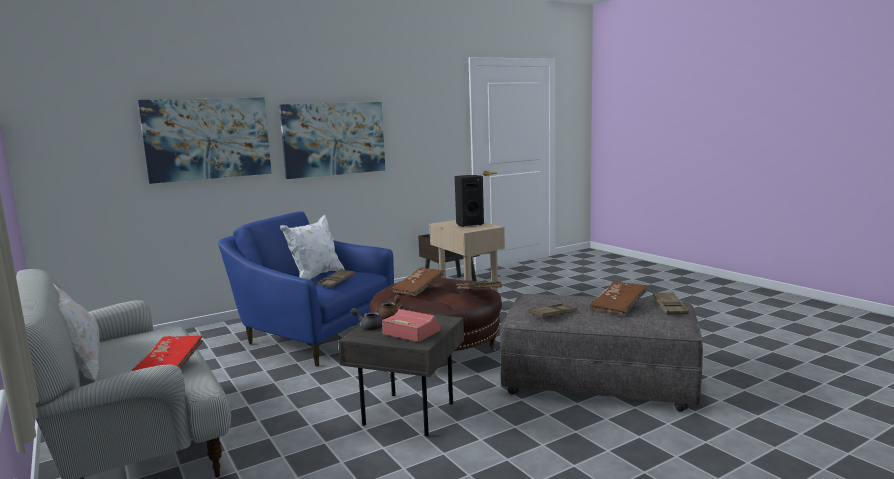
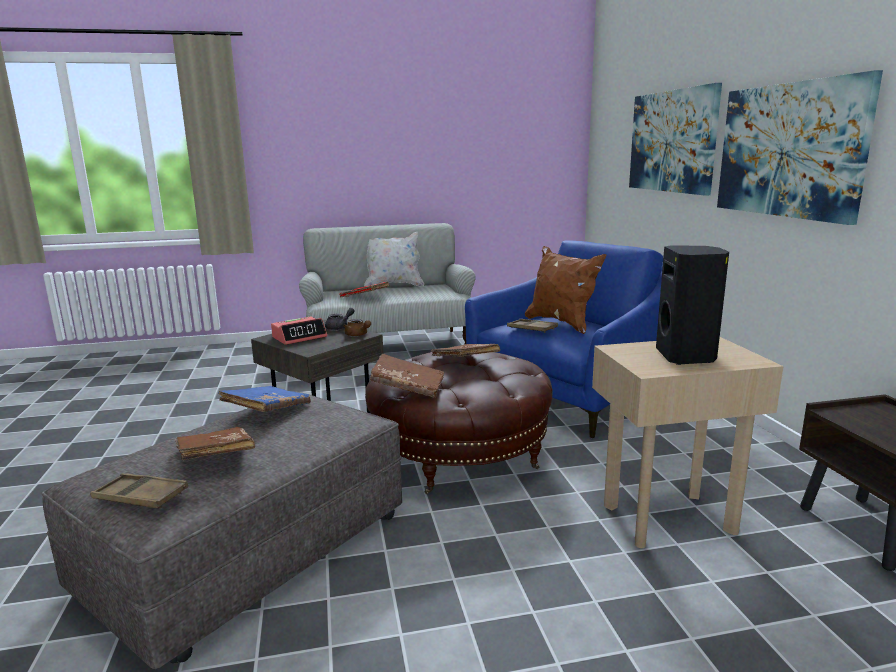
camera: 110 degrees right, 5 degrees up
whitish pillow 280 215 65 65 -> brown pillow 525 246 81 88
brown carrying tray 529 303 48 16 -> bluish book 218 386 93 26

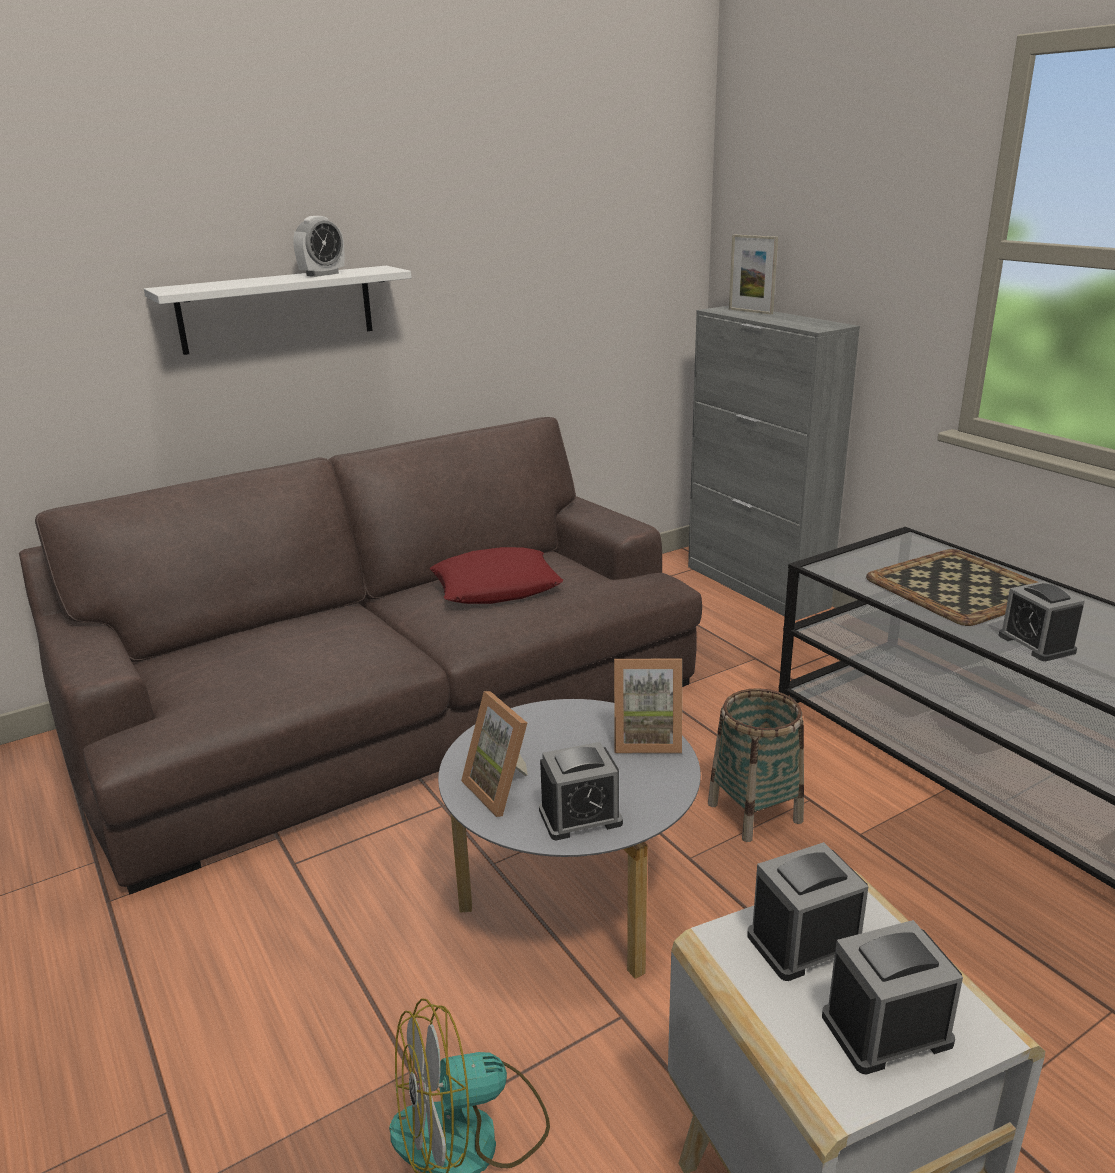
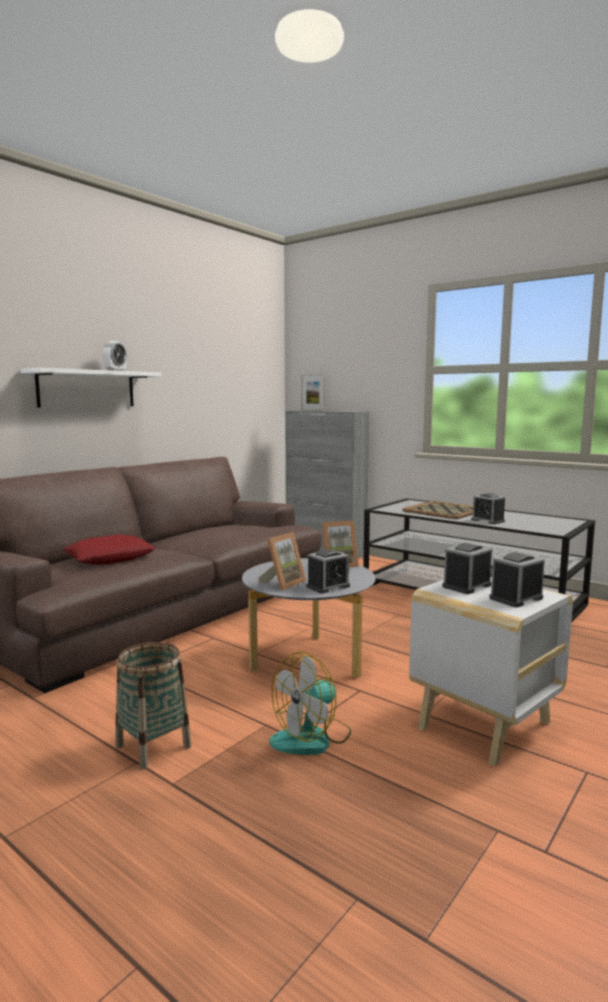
camera: 20 degrees left, 15 degrees down
red-coloured pillow 430 547 133 57 -> red-coloured pillow 63 534 93 31, moved
storage basket 708 688 96 154 -> storage basket 115 642 76 127, moved
photo frame 461 691 67 126 -> photo frame 259 532 47 59, 90 degrees counterclockwise

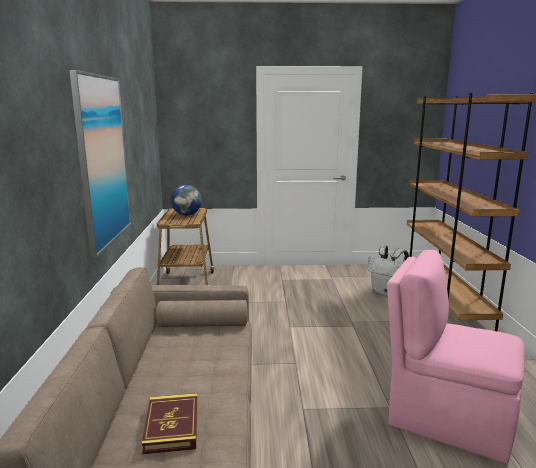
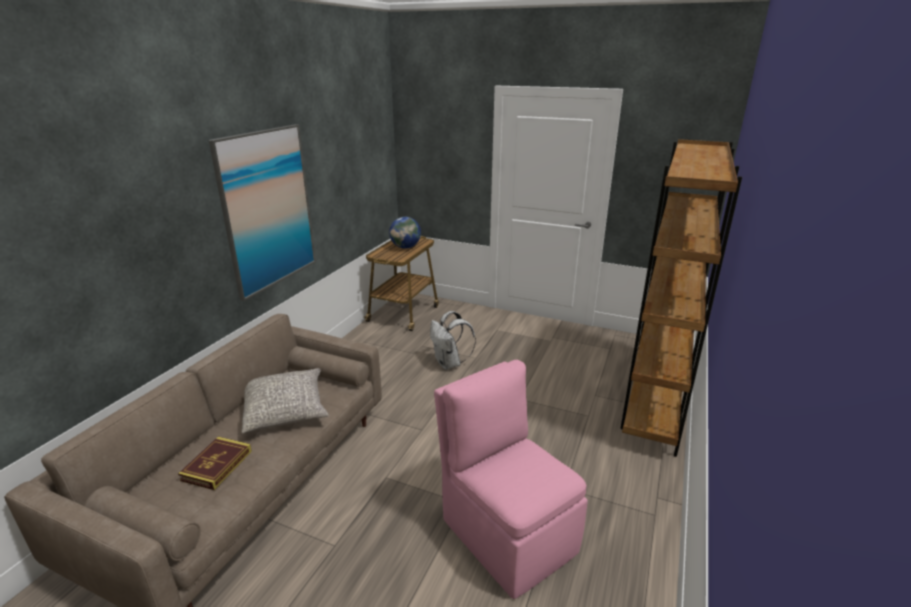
camera: 25 degrees right, 10 degrees up
whitish rucksack 367 245 42 51 -> whitish rucksack 430 311 46 59, moved
none -> grey pillow 241 368 88 65

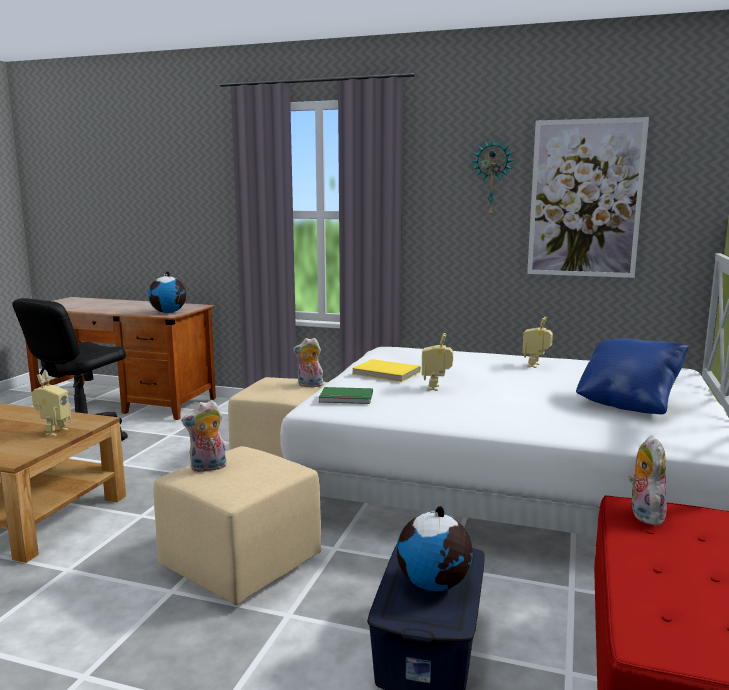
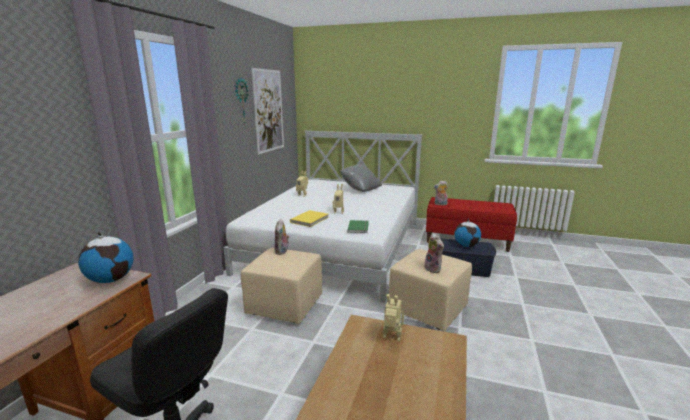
camera: 90 degrees left, 5 degrees up
bluish pillow 576 339 113 75 -> grey pillow 340 163 42 29

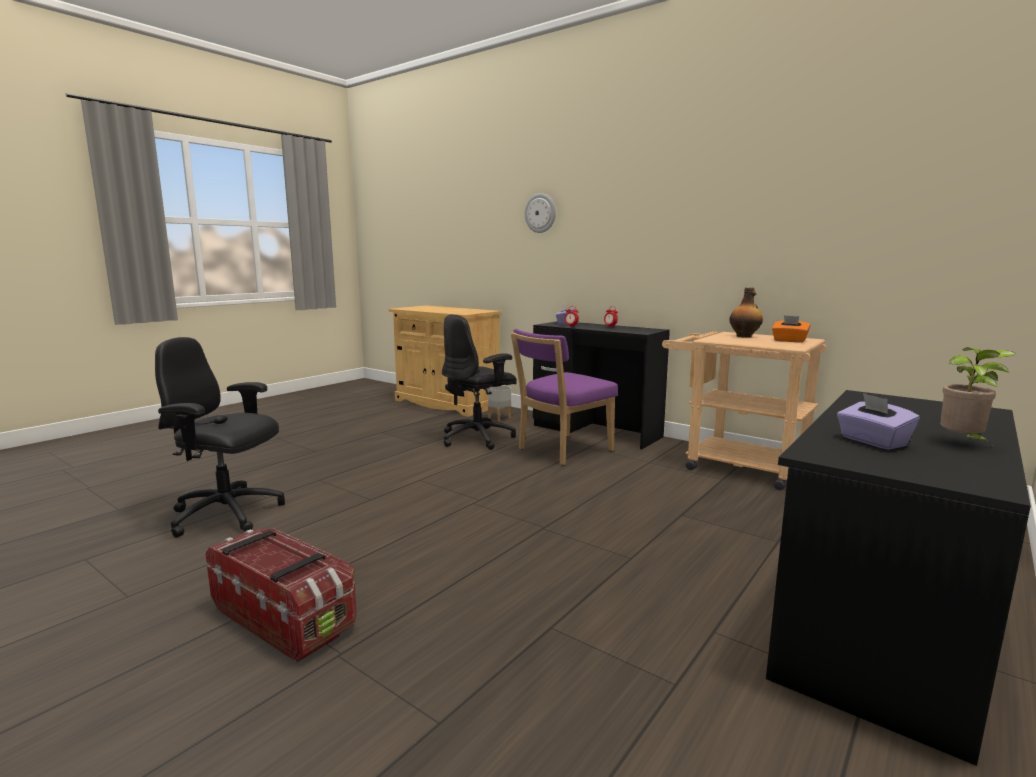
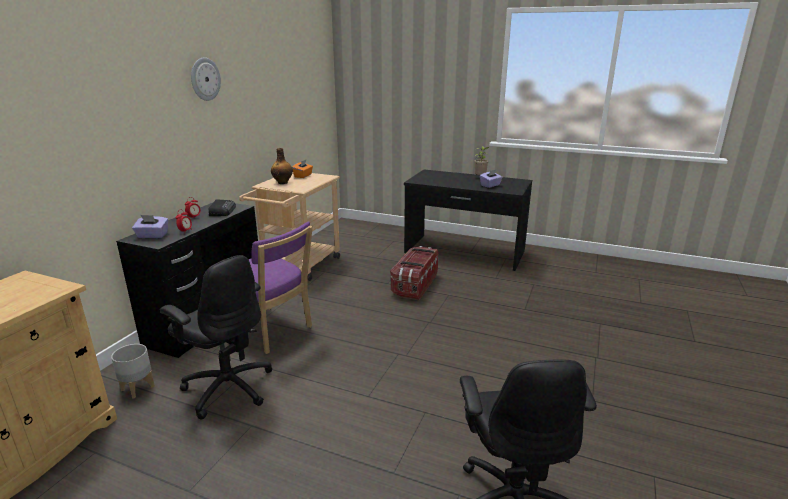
camera: 105 degrees left, 10 degrees up
hanging clock 525 193 31 40 -> hanging clock 191 57 30 44, moved
storage container 205 529 152 134 -> storage container 390 246 48 54, moved
none -> radio 208 199 28 17

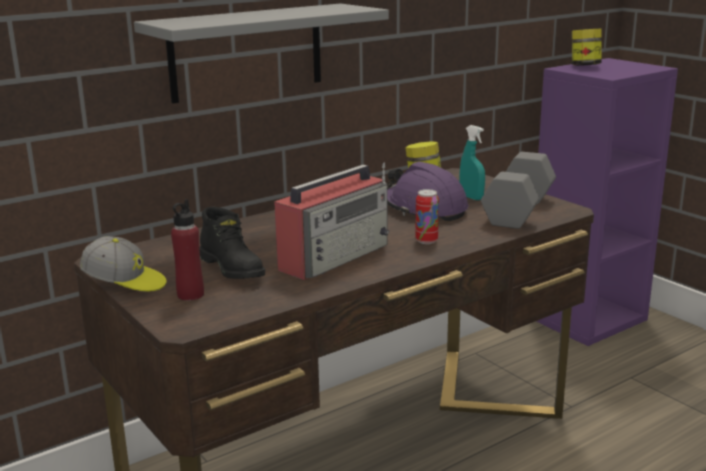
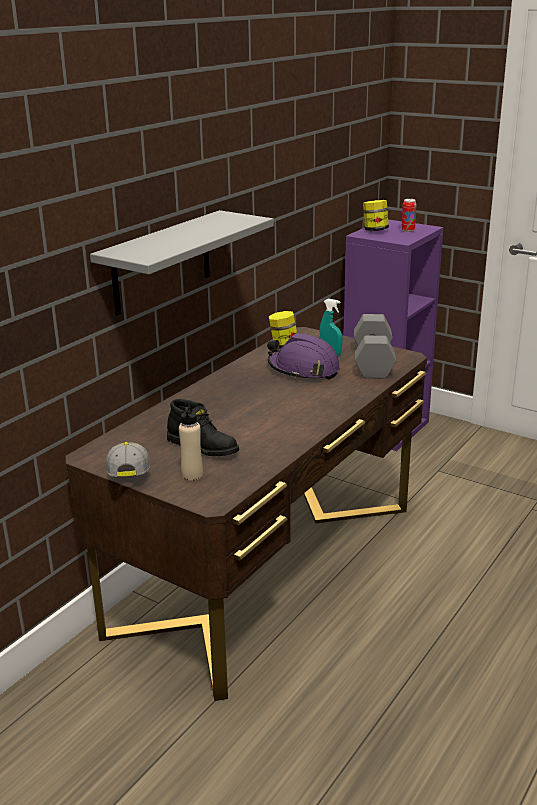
camera: 20 degrees left, 5 degrees up
radio 274 162 115 118 -> none
metal can 415 189 24 55 -> metal can 401 199 16 33, moved
red-coloured drink bottle 171 199 33 102 -> sand-coloured drink bottle 179 402 24 79
peaked cap 80 236 87 56 -> peaked cap 106 442 44 35, 90 degrees counterclockwise

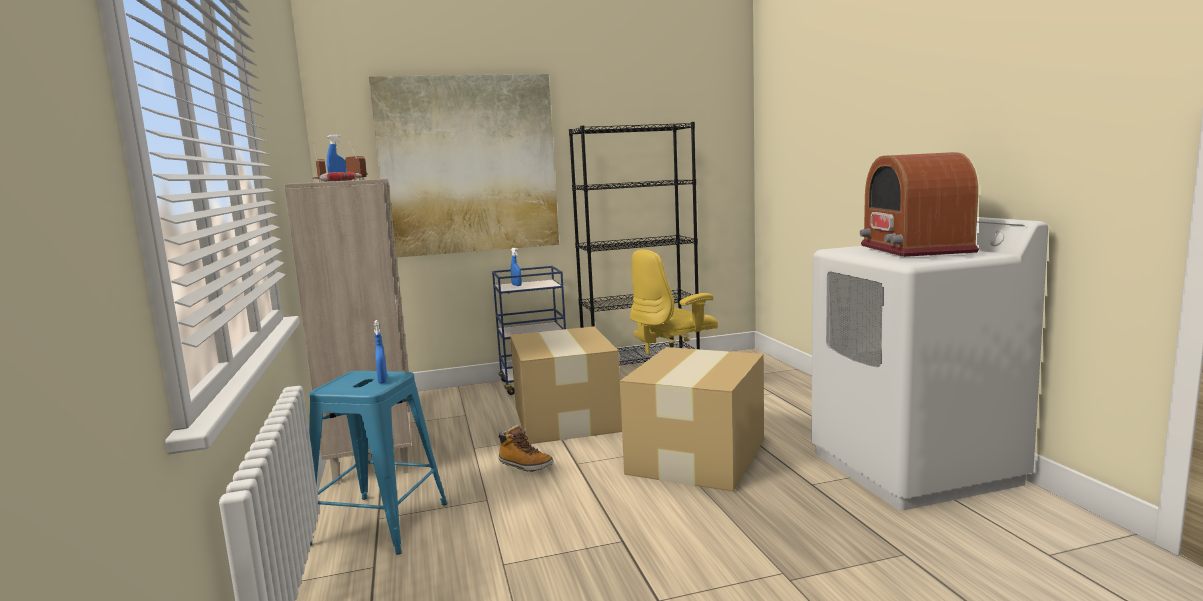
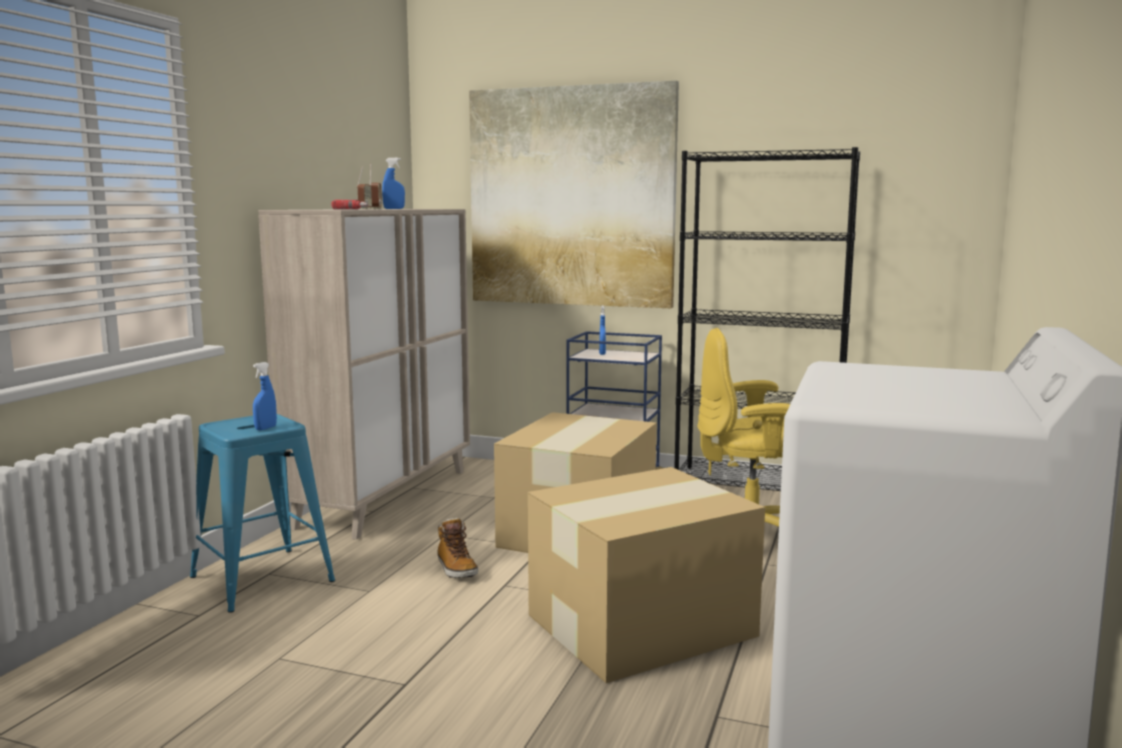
camera: 35 degrees right, 0 degrees up
radio 860 152 119 105 -> none

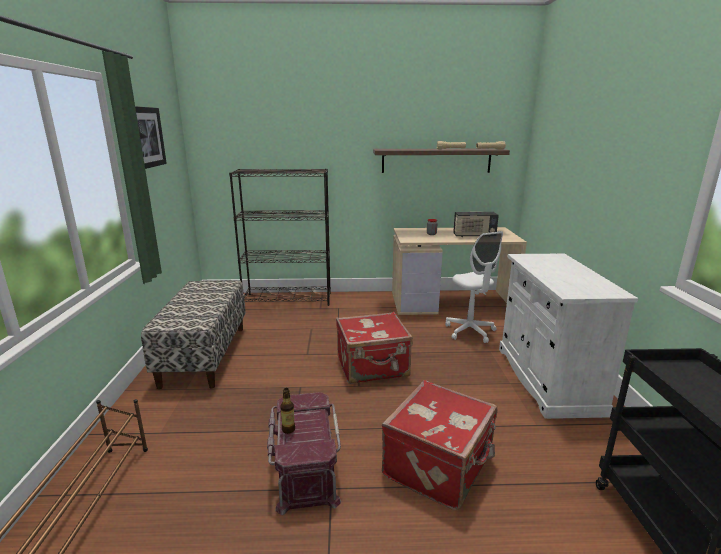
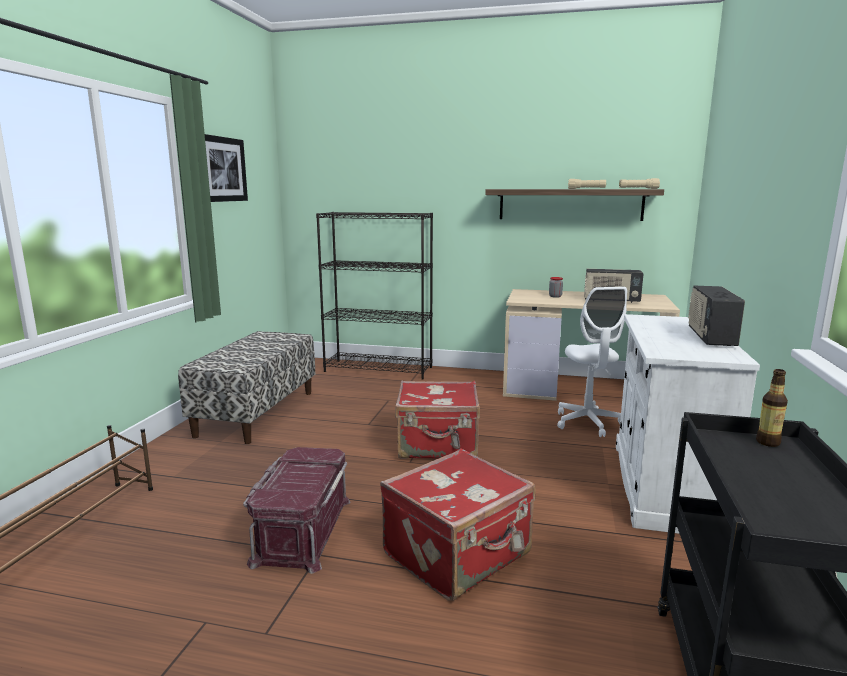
camera: 15 degrees right, 5 degrees down
drink bottle 280 388 15 46 -> drink bottle 756 369 32 78, moved
none -> radio 688 286 57 60

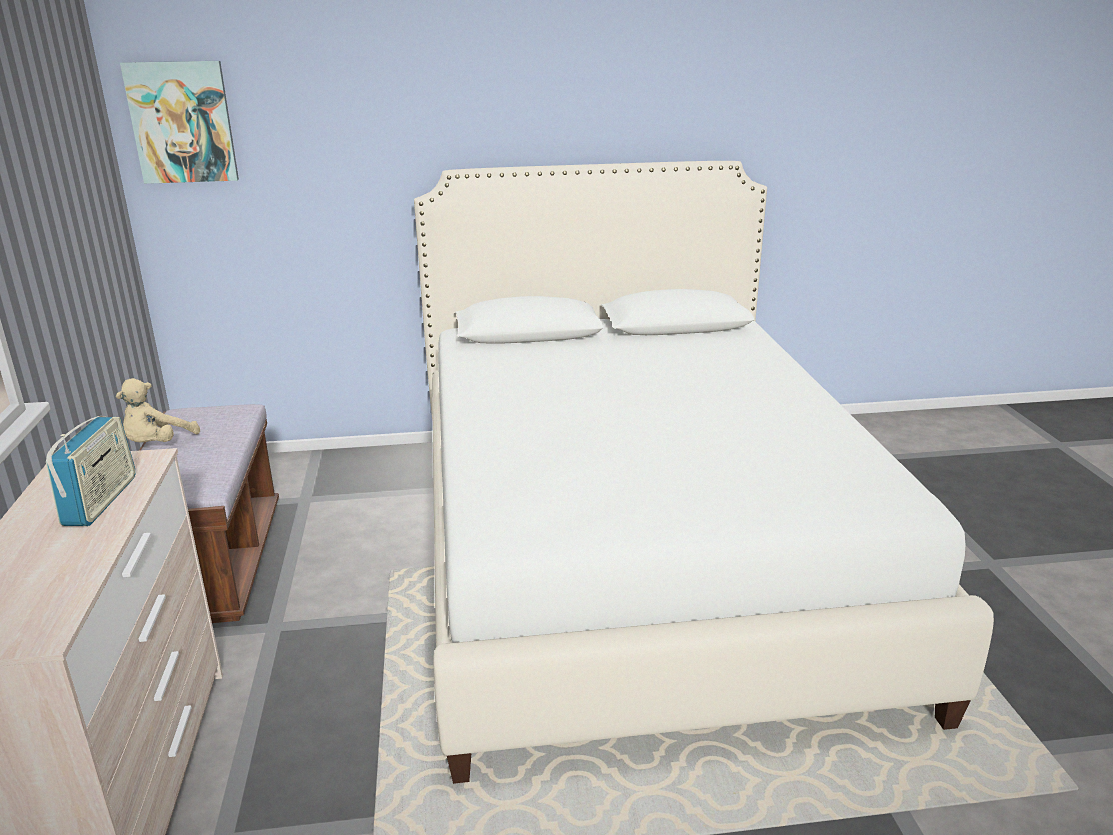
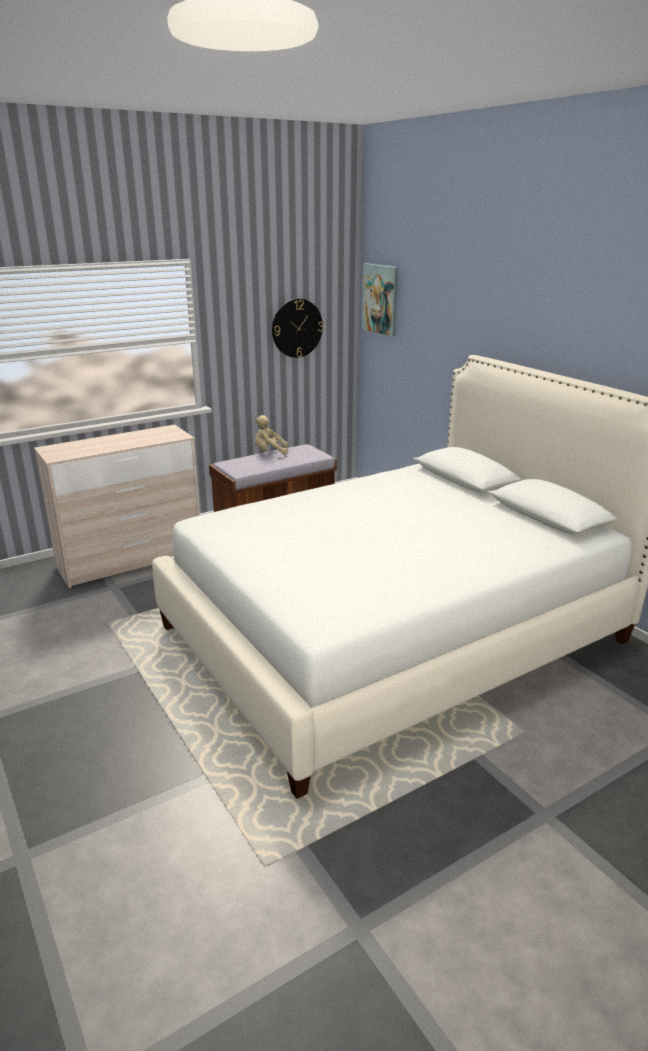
camera: 65 degrees right, 0 degrees up
radio 46 416 89 110 -> none
none -> hanging clock 272 299 51 59

